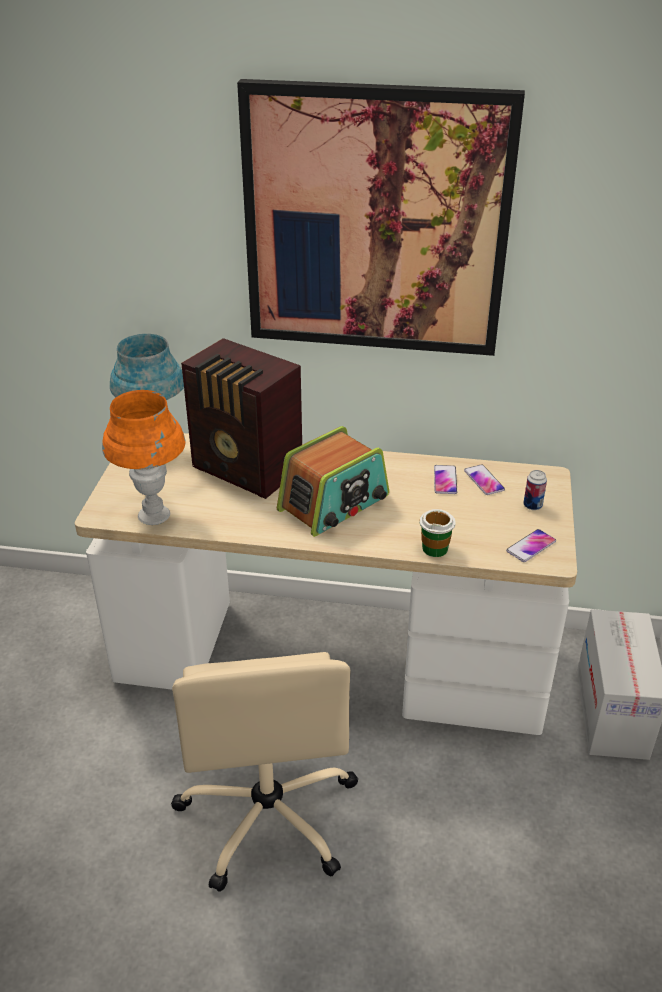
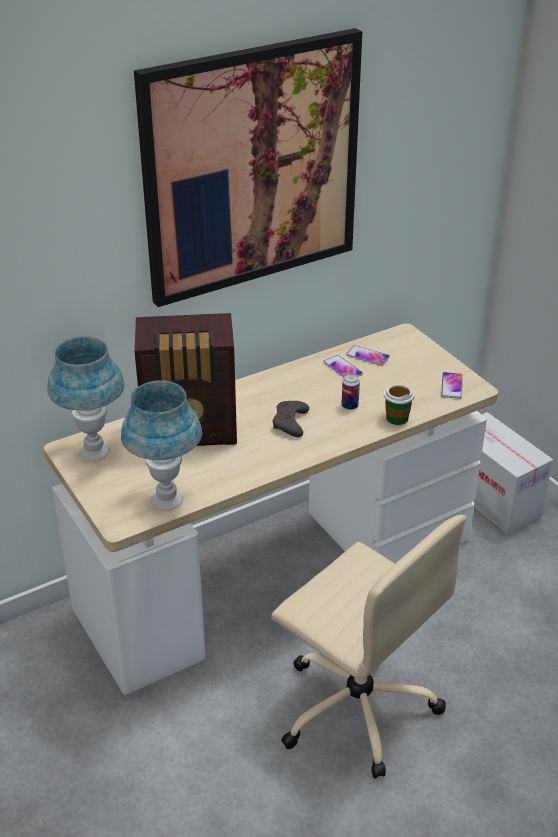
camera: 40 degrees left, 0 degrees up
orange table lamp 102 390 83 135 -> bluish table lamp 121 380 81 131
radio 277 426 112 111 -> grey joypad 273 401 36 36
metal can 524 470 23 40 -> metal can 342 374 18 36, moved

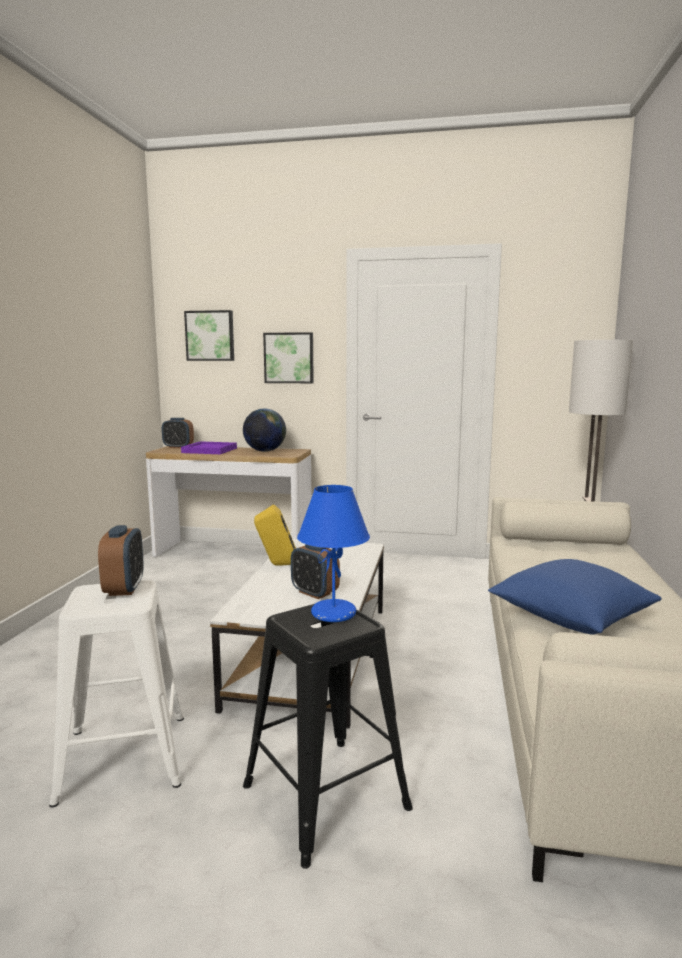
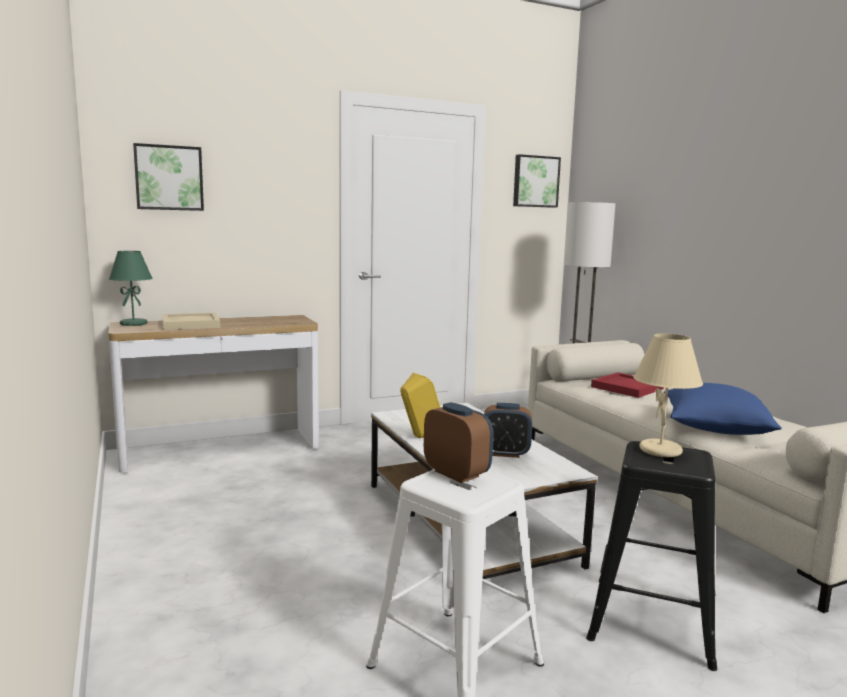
camera: 35 degrees left, 0 degrees up
wall picture 263 332 51 51 -> wall picture 513 154 48 54, moved
globe 243 409 43 43 -> none
alarm clock 162 418 32 30 -> green-coloured table lamp 109 251 44 75
purple carrying tray 181 441 56 13 -> sand-coloured carrying tray 162 313 58 17
bluish table lamp 297 485 73 137 -> sand-coloured table lamp 633 334 70 123
none -> red-coloured carrying tray 591 372 73 26

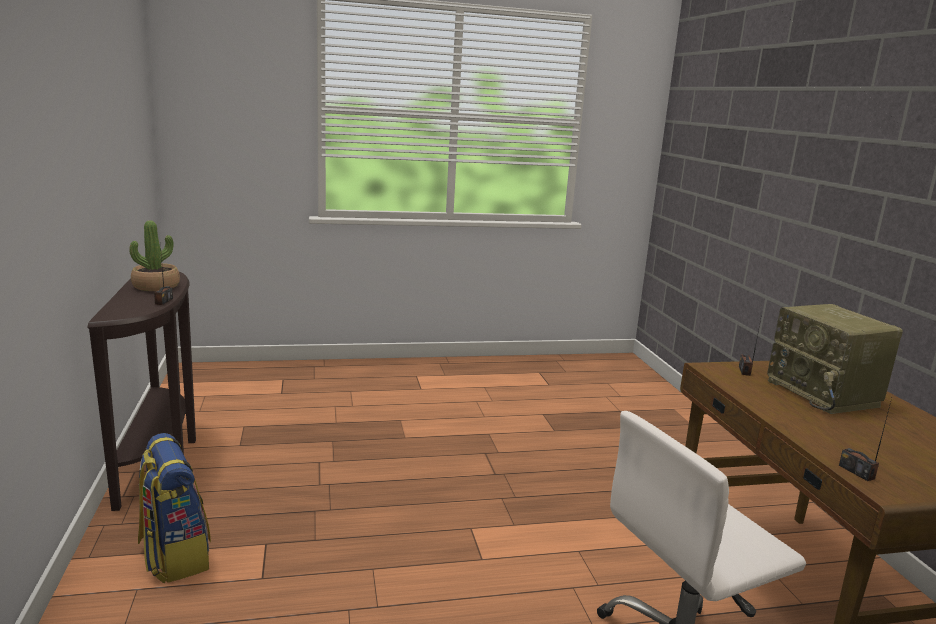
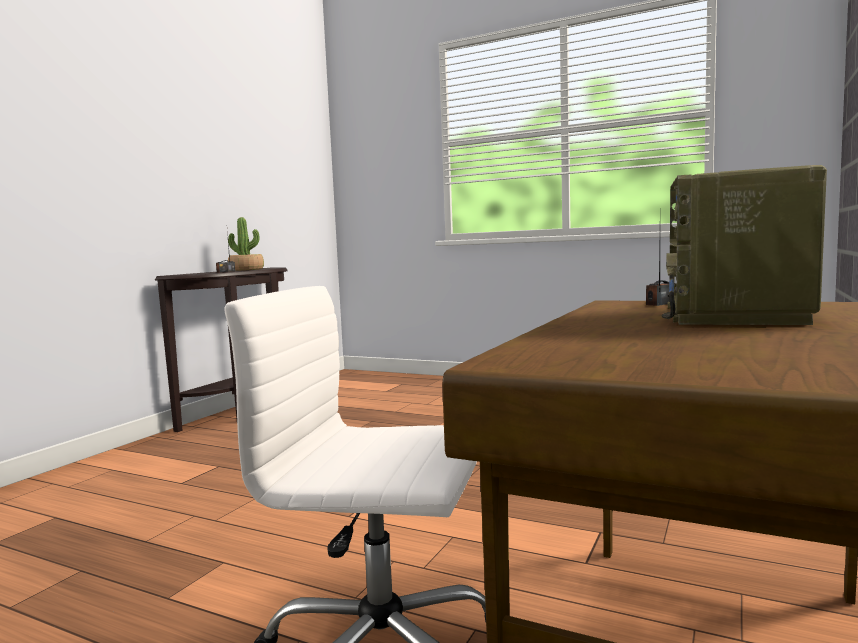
camera: 40 degrees right, 10 degrees down
radio 839 398 53 83 -> none
rucksack 138 433 73 150 -> none

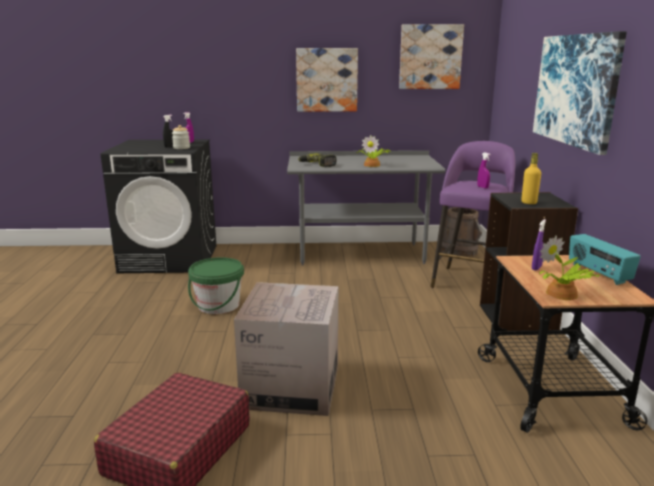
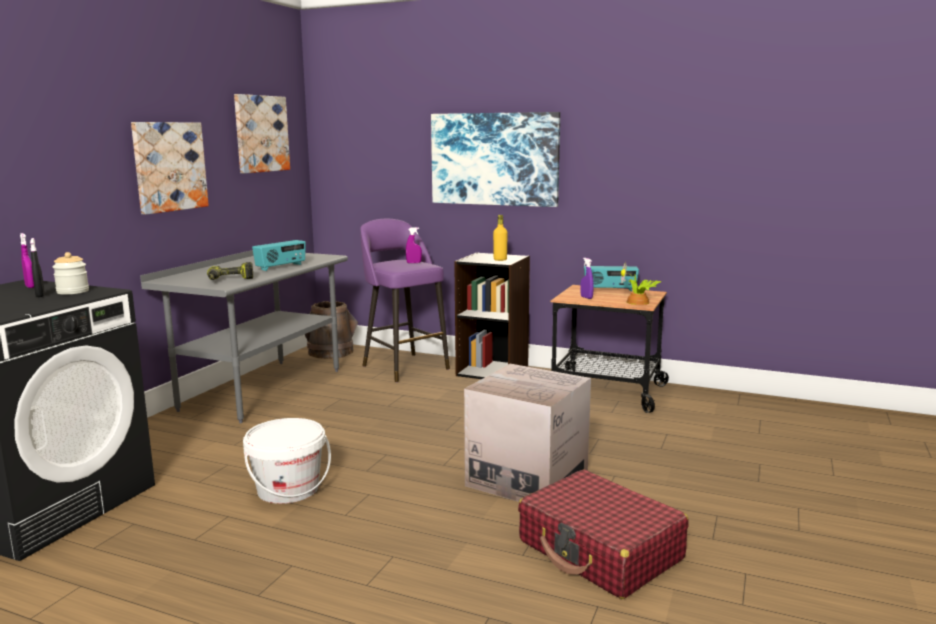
camera: 65 degrees left, 5 degrees down
potted plant 356 135 35 32 -> radio 252 240 54 31
green-coloured water bucket 188 257 56 57 -> whitish water bucket 243 418 88 86

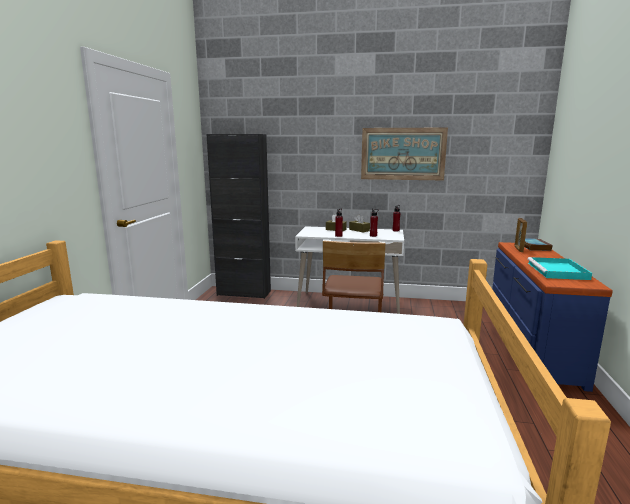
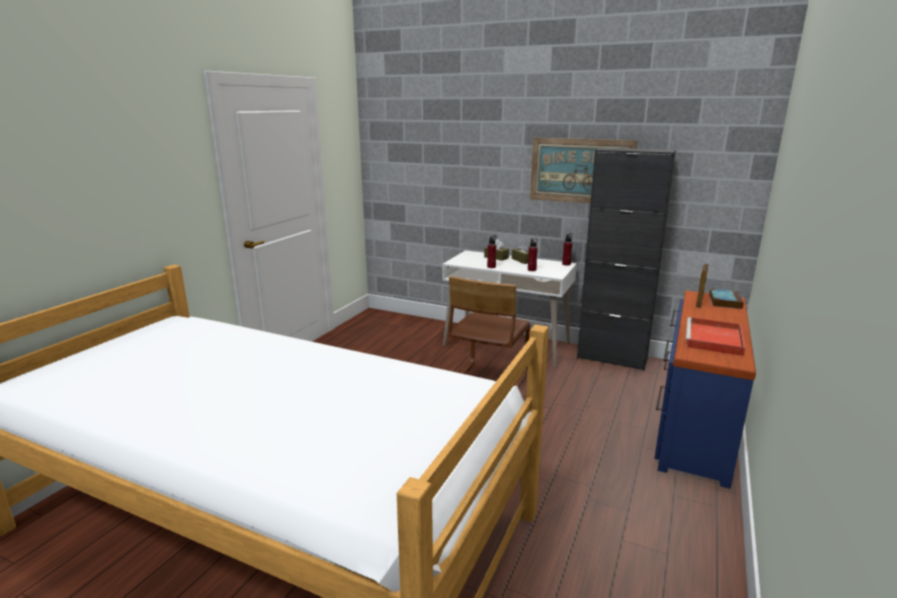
camera: 15 degrees right, 5 degrees up
black cupboard 206 134 65 165 -> black cupboard 577 148 99 223, moved
turquoise-coloured carrying tray 527 257 65 23 -> red-coloured carrying tray 686 317 59 39

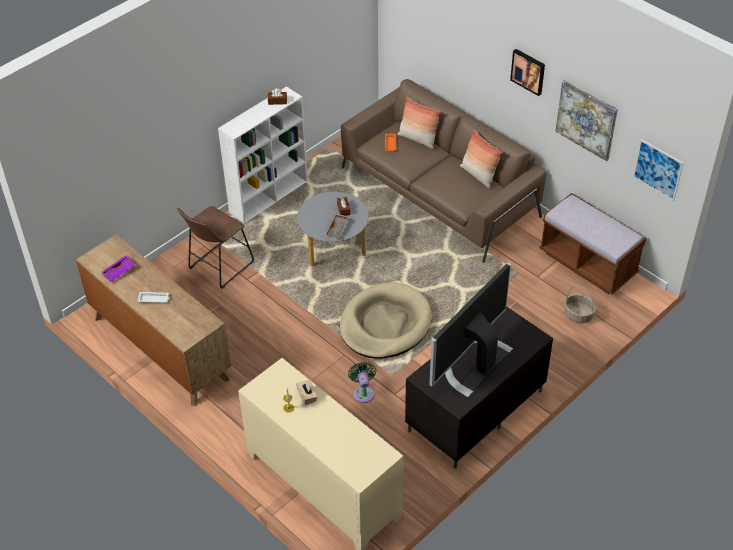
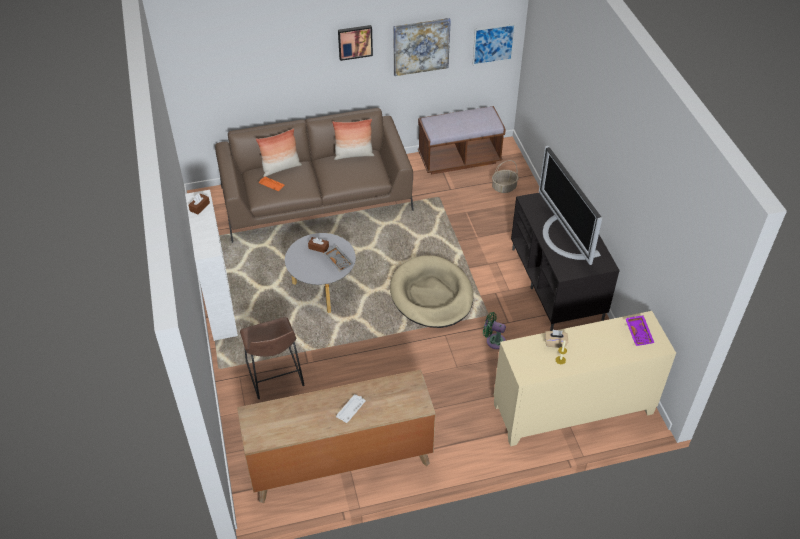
camera: 60 degrees left, 0 degrees up
purple carrying tray 101 255 35 27 -> purple carrying tray 625 315 29 31, moved

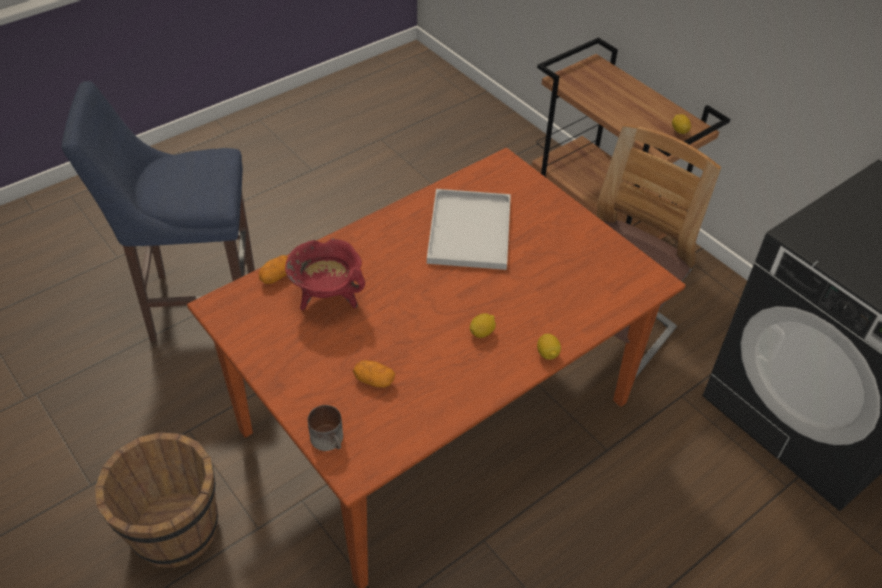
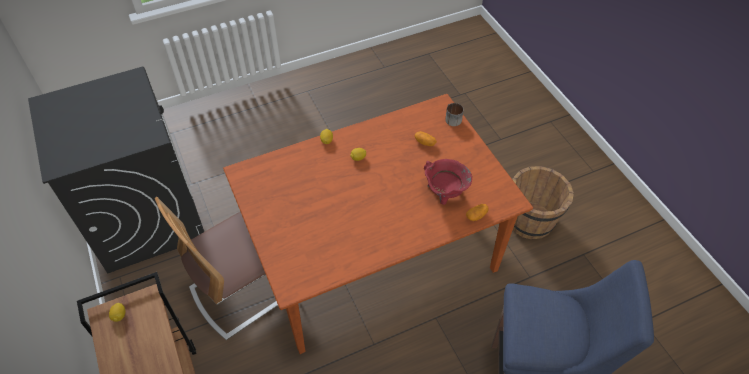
camera: 165 degrees left, 5 degrees up
whitish carrying tray 427 189 84 81 -> none

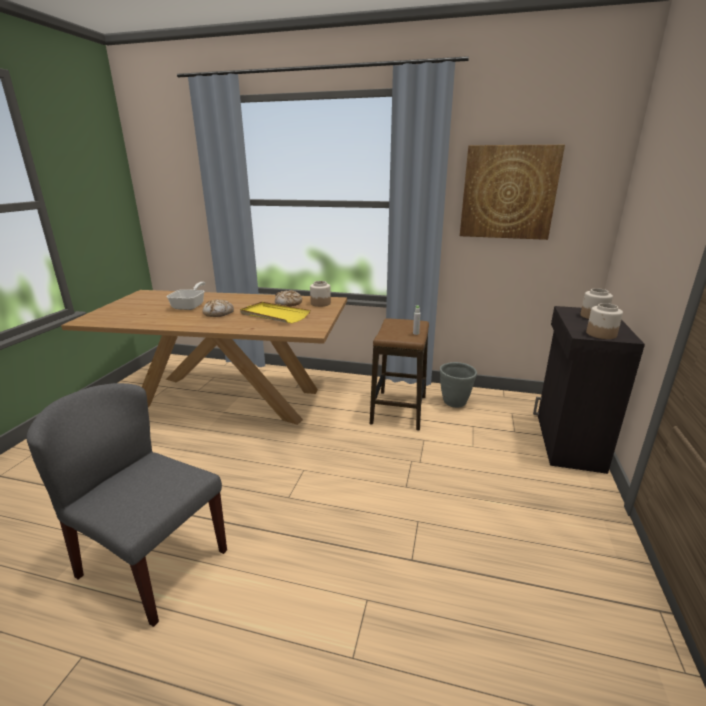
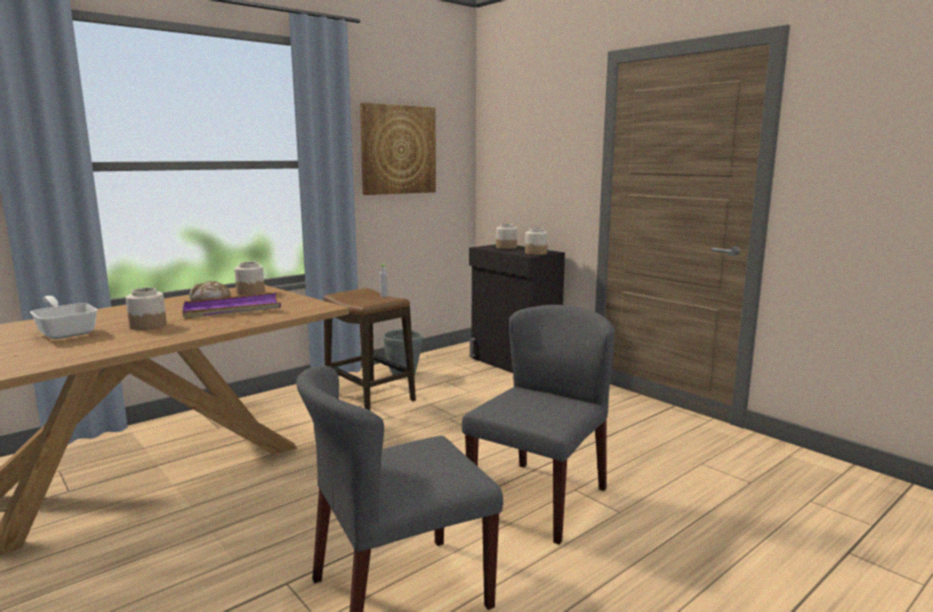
camera: 55 degrees left, 10 degrees down
bakery bread 202 299 32 18 -> jar 126 288 41 42
yellow carrying tray 240 302 70 21 -> purple carrying tray 182 292 99 27
none -> grey upright chair 462 305 153 240

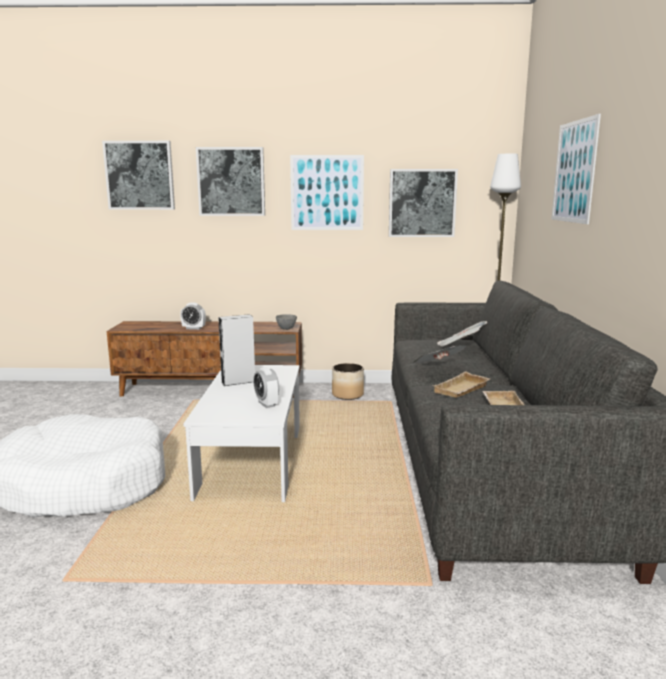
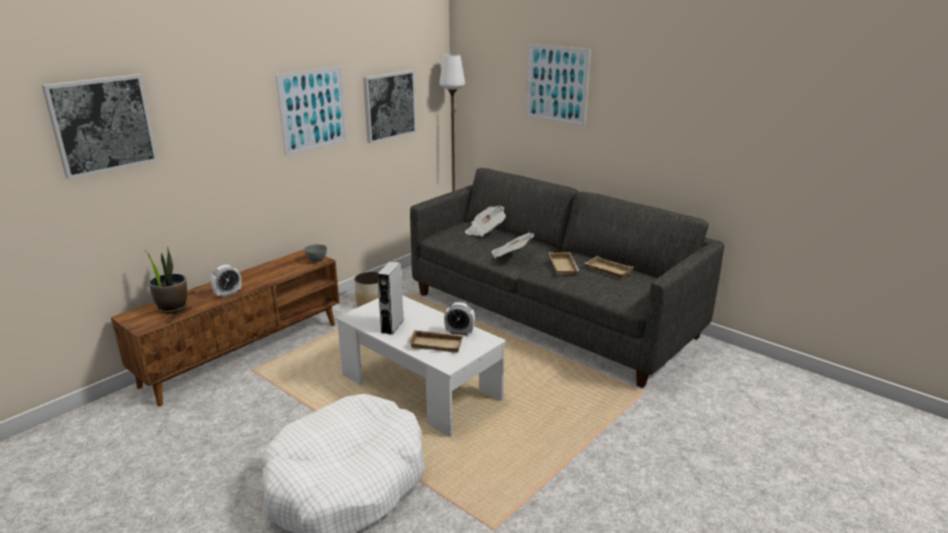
camera: 50 degrees left, 10 degrees up
wall picture 196 147 69 69 -> none
none -> potted plant 144 246 43 68
none -> sand-coloured carrying tray 408 330 56 22

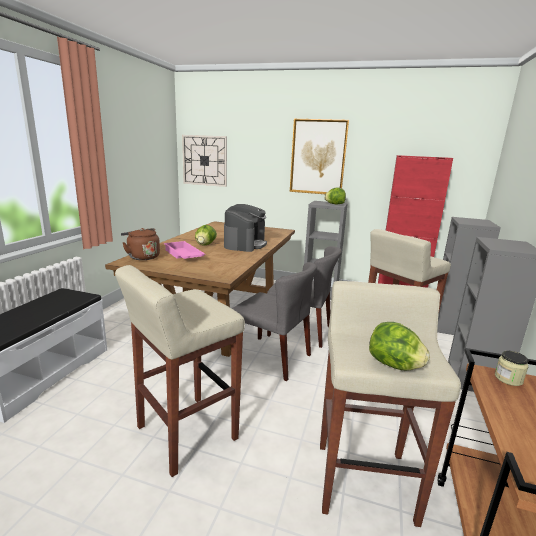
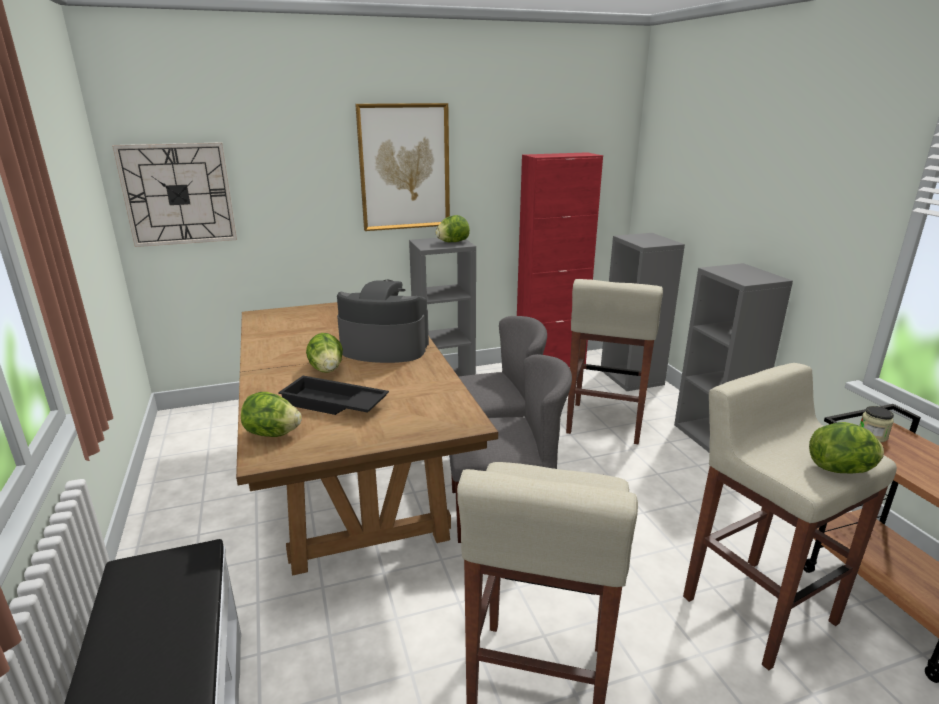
camera: 35 degrees left, 5 degrees up
coffee maker 224 204 43 48 -> coffee maker 337 280 92 83, 60 degrees counterclockwise
brown tea kettle 121 228 39 32 -> head of lettuce 241 392 61 45
pink-coloured carrying tray 164 241 42 18 -> black carrying tray 278 376 111 39

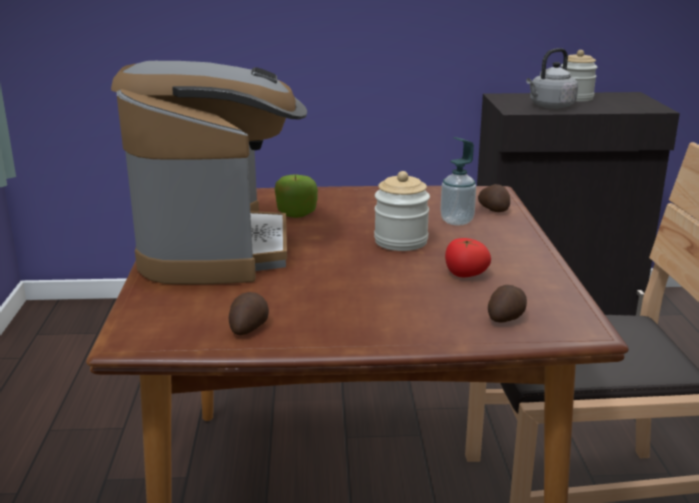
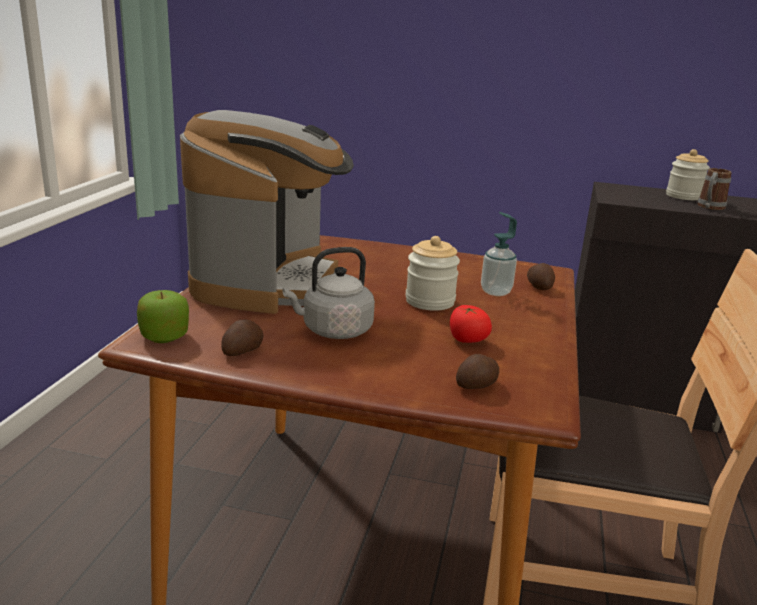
camera: 15 degrees right, 0 degrees up
grey tea kettle 526 48 52 61 -> grey tea kettle 283 247 92 92, moved
whole apple 275 175 43 43 -> whole apple 137 290 52 53, moved
none -> tea mug 698 168 33 42

